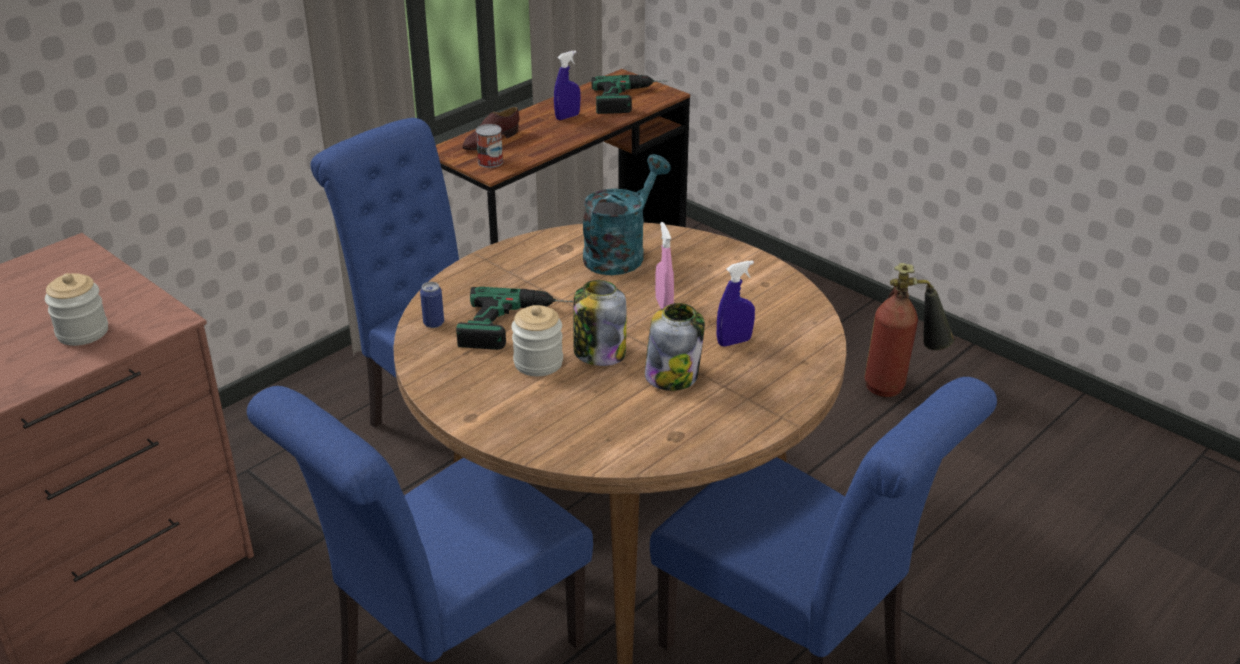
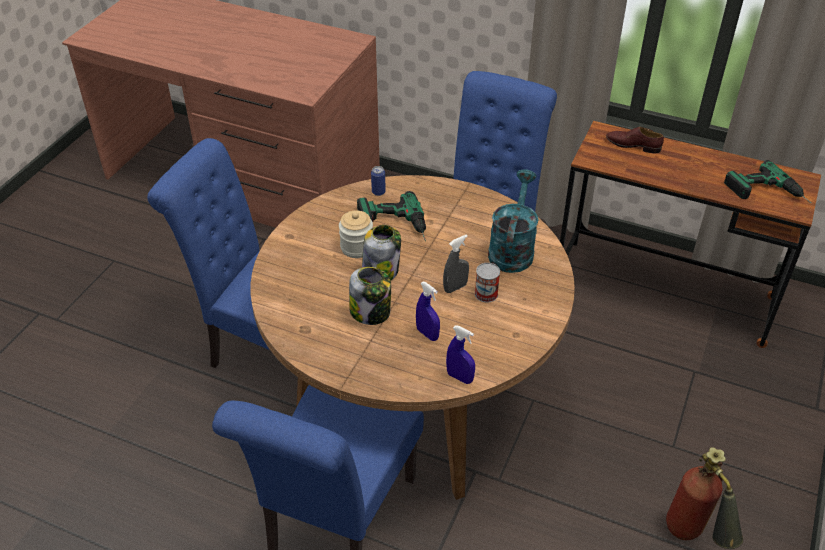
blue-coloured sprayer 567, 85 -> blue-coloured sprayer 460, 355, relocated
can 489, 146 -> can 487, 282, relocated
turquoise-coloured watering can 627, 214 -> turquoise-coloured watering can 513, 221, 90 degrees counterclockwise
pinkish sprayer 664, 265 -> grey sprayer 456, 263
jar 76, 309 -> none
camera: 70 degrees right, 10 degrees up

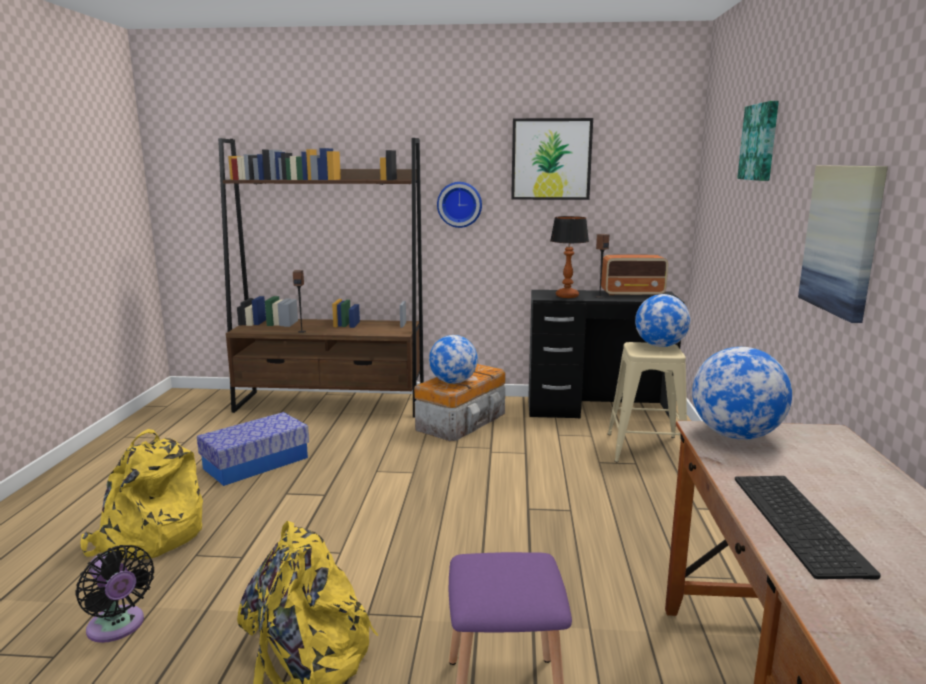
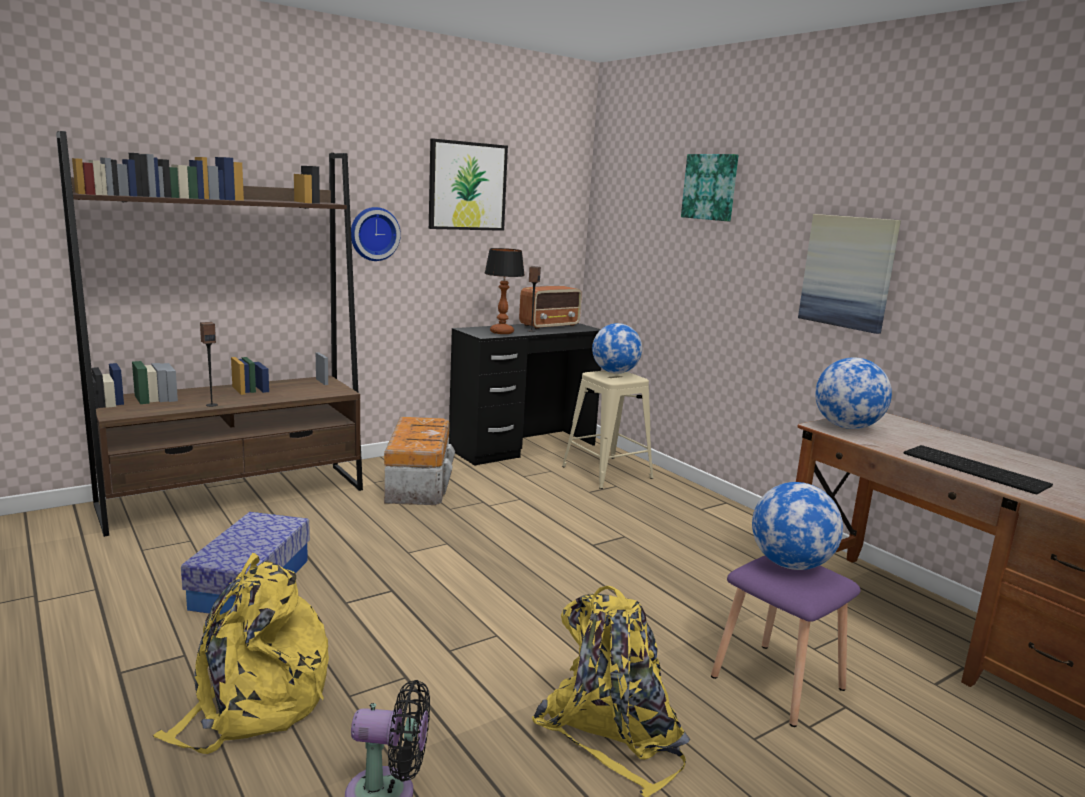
world globe 453, 359 -> world globe 797, 526, relocated
camera: 40 degrees left, 0 degrees up

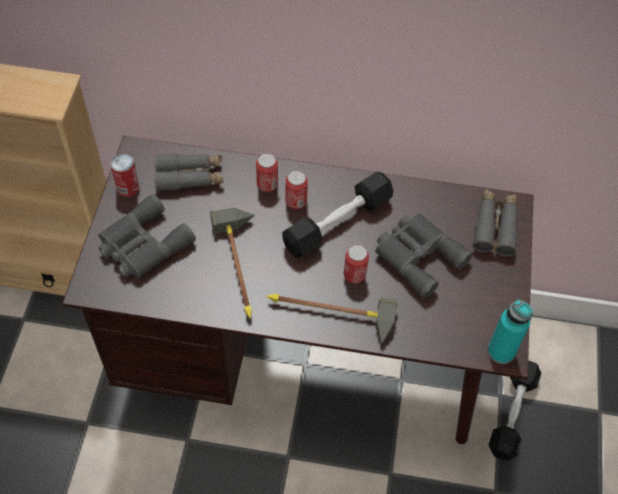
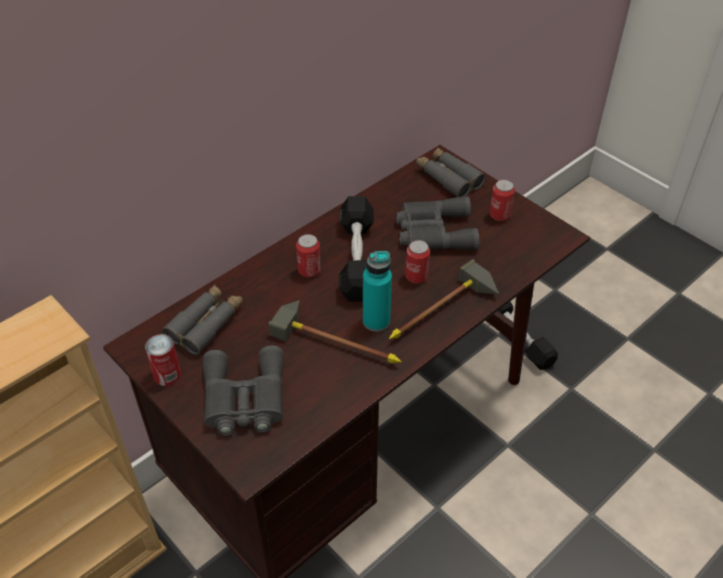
can 267, 172 -> can 502, 200, relocated
turquoise-coloured beverage bottle 510, 332 -> turquoise-coloured beverage bottle 377, 291, relocated
camera: 50 degrees left, 10 degrees down

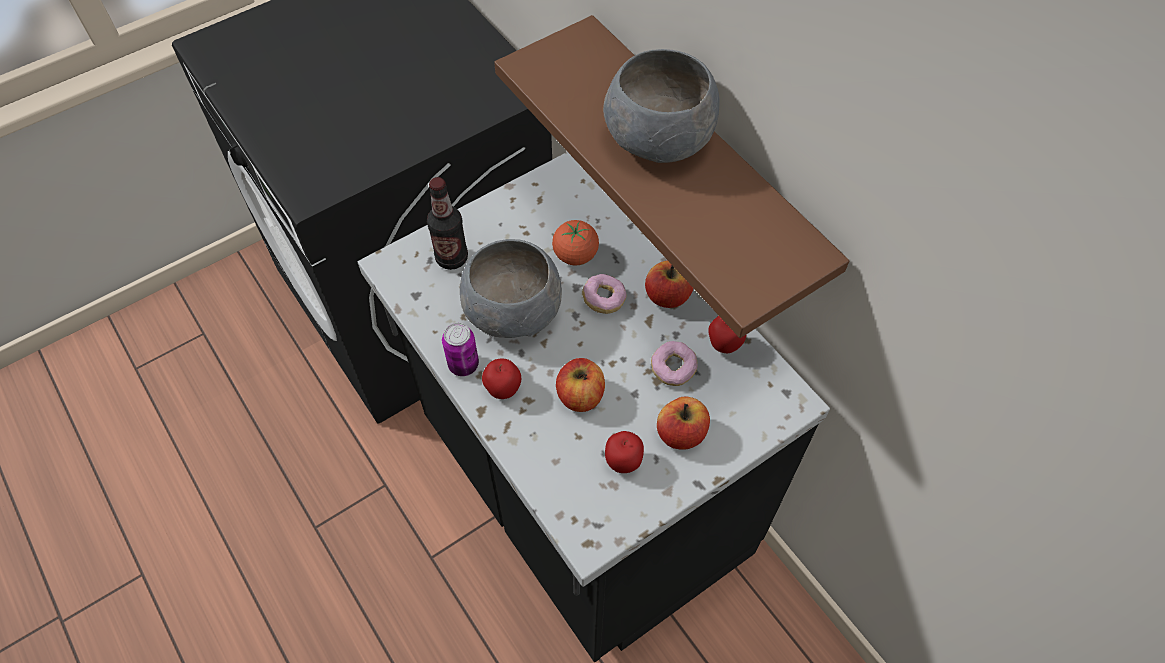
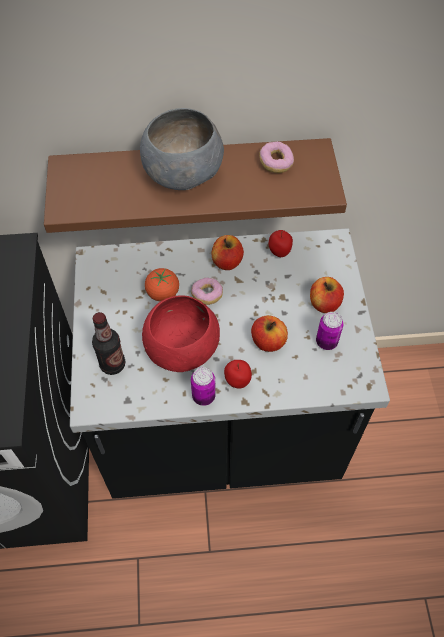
grey serving bowl 511, 288 -> red serving bowl 181, 333
doughnut 674, 363 -> doughnut 276, 157, relocated
apple fruit 624, 452 -> can 329, 331
camera: 60 degrees left, 0 degrees up

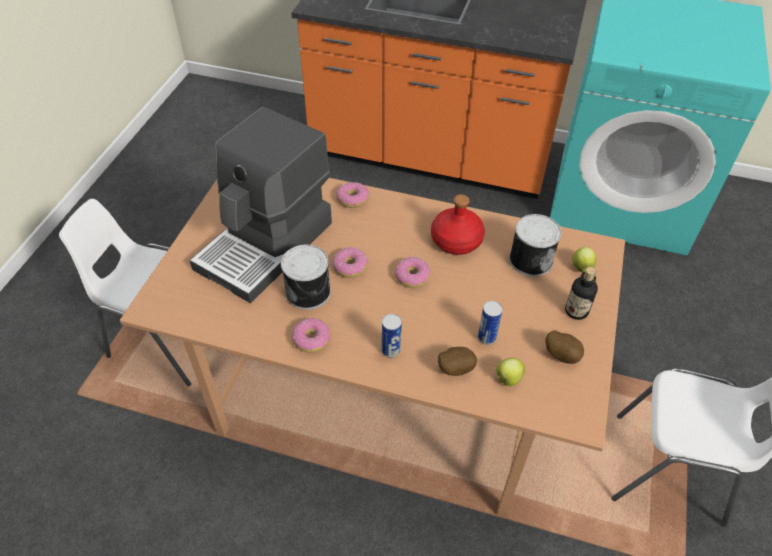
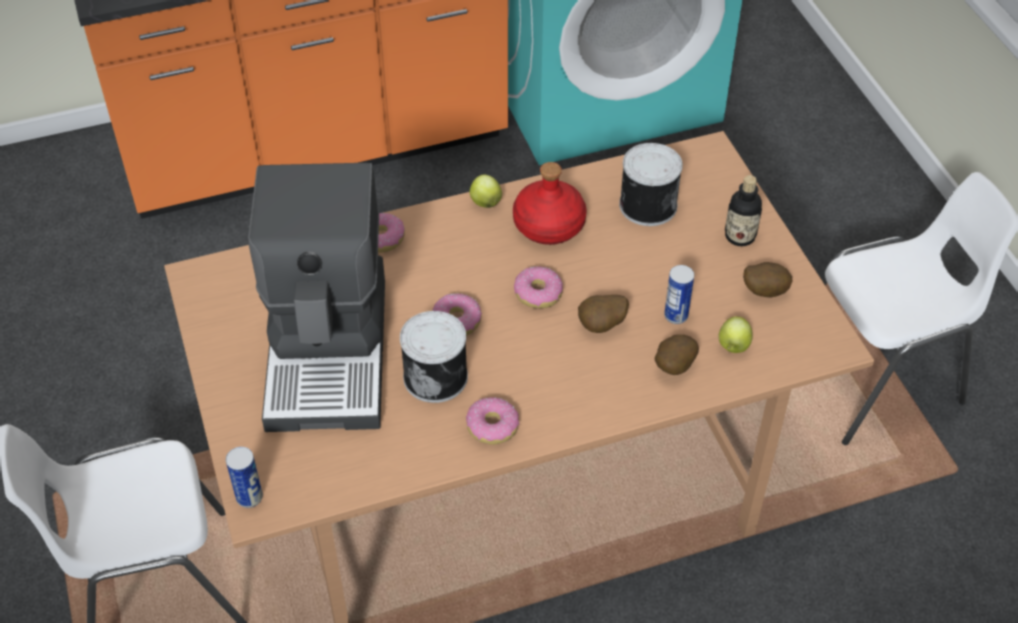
apple fruit 584, 259 -> apple fruit 485, 191, relocated
can 392, 336 -> can 244, 477, relocated
none -> whole potato 603, 314
camera: 35 degrees left, 0 degrees up

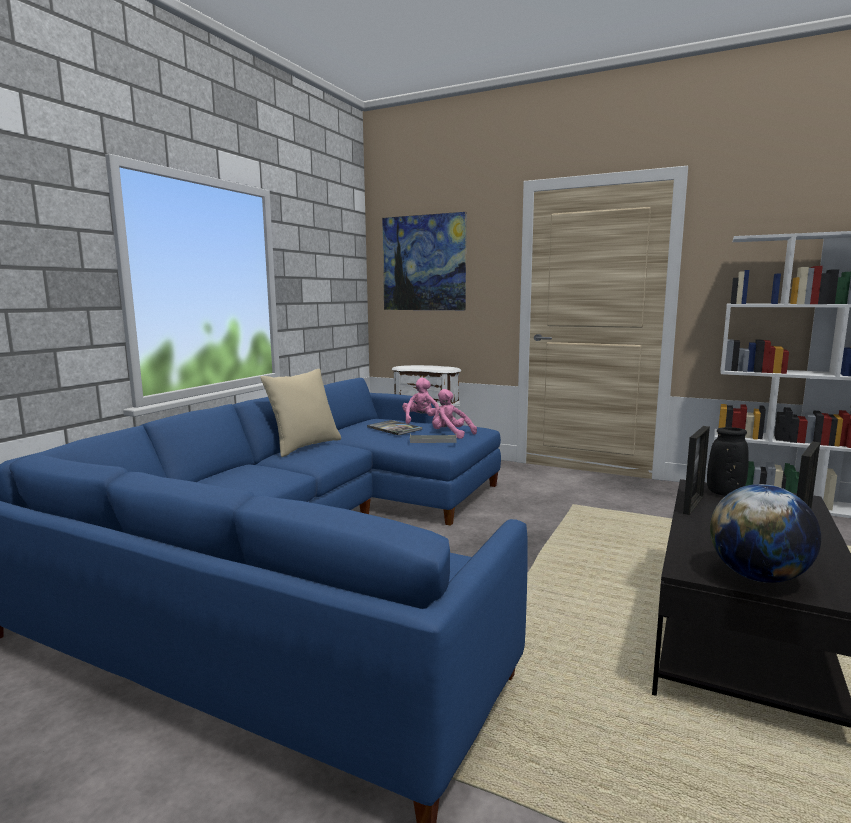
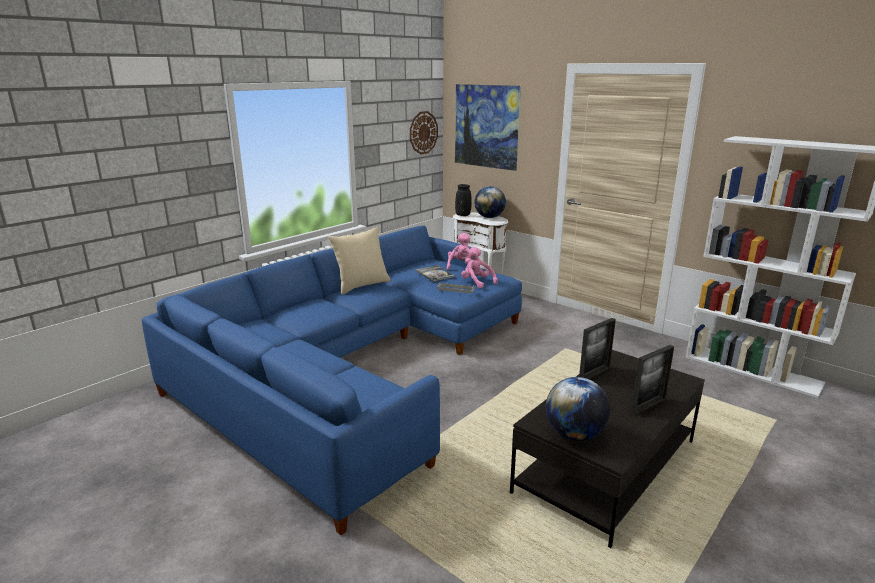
black-coloured flower vase 728, 461 -> black-coloured flower vase 463, 200, relocated
none -> clock on the wall 424, 132
none -> world globe 490, 202
camera: 15 degrees right, 10 degrees up

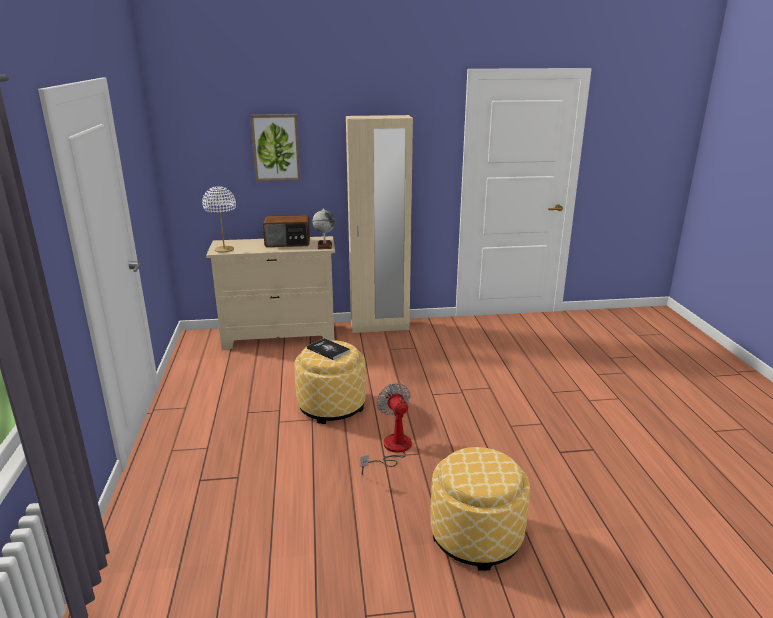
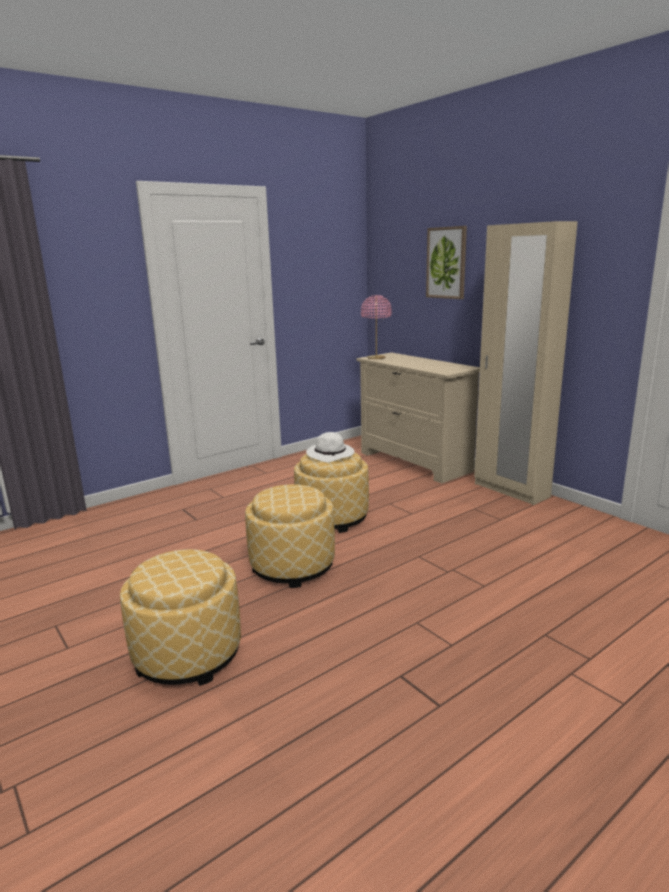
white lamp for a table 219, 219 -> pinkish lamp for a table 376, 327
world globe 323, 228 -> none
radio set 286, 231 -> none
book 328, 349 -> white clothing hat 330, 447
cooling fan 386, 429 -> pouffe 290, 536
camera: 60 degrees right, 5 degrees down

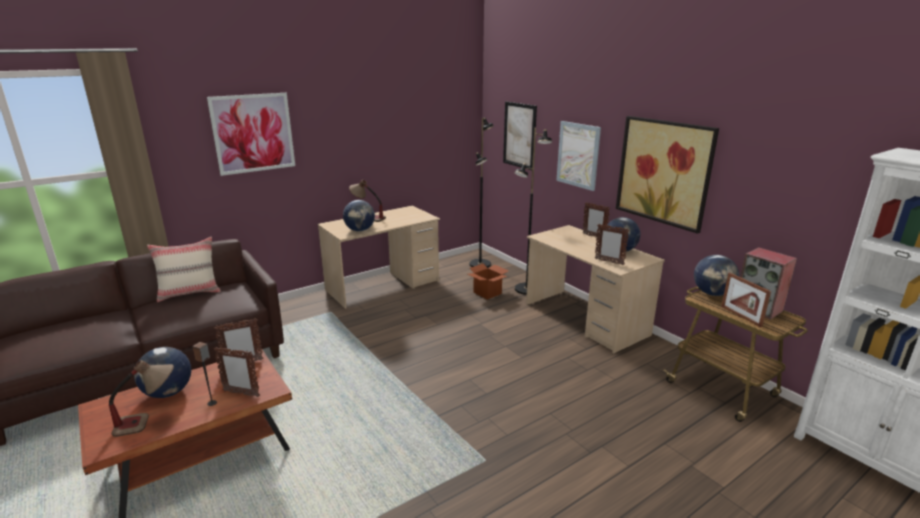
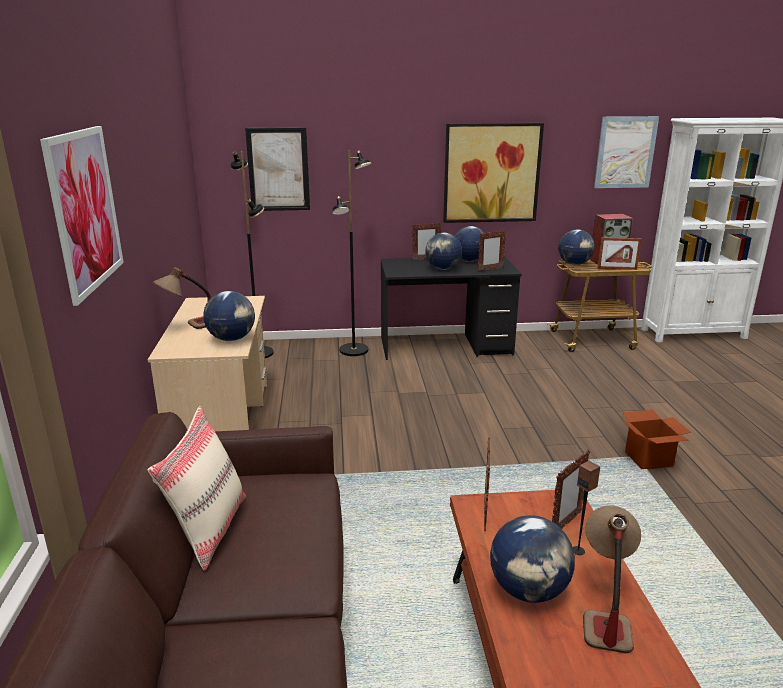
wall picture 578, 156 -> wall picture 626, 152, relocated
beige-coloured desk 595, 289 -> black-coloured desk 451, 308
packing box 488, 281 -> packing box 655, 439, relocated
none -> world globe 443, 251
camera: 60 degrees left, 0 degrees up

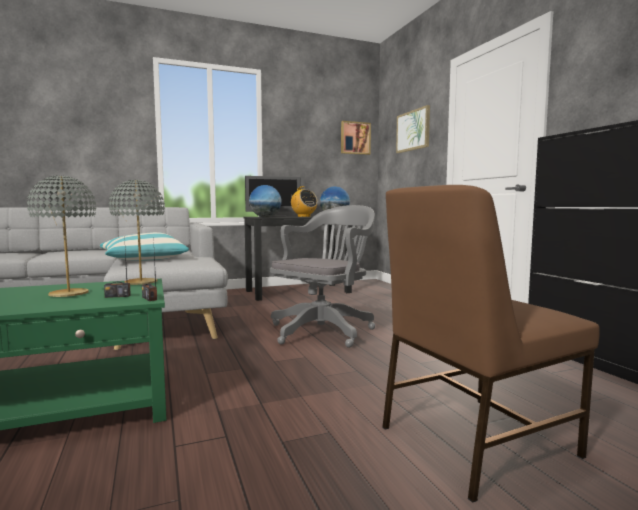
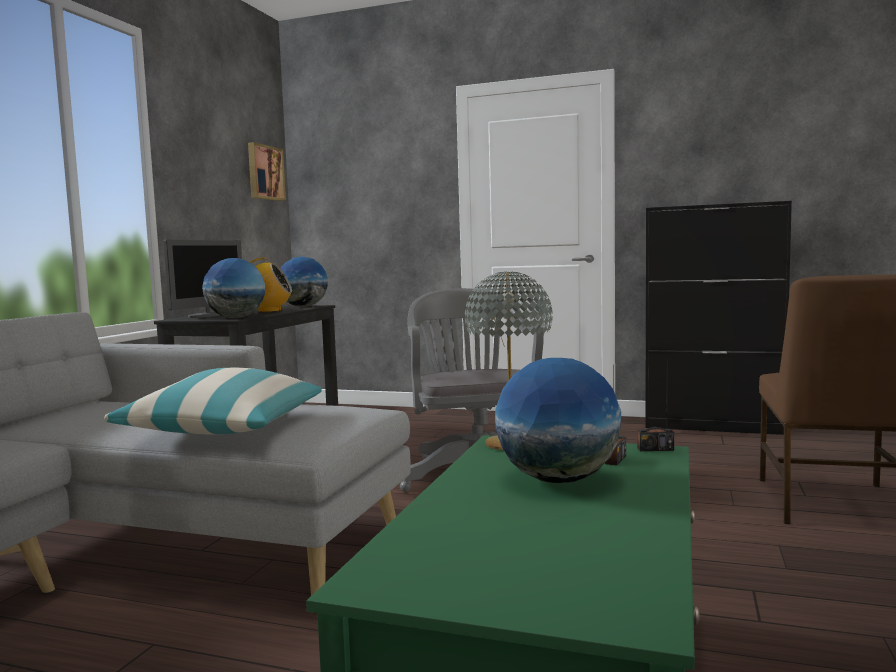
wall picture 413, 129 -> none
grey lamp for a table 61, 236 -> world globe 558, 420
camera: 50 degrees left, 0 degrees up

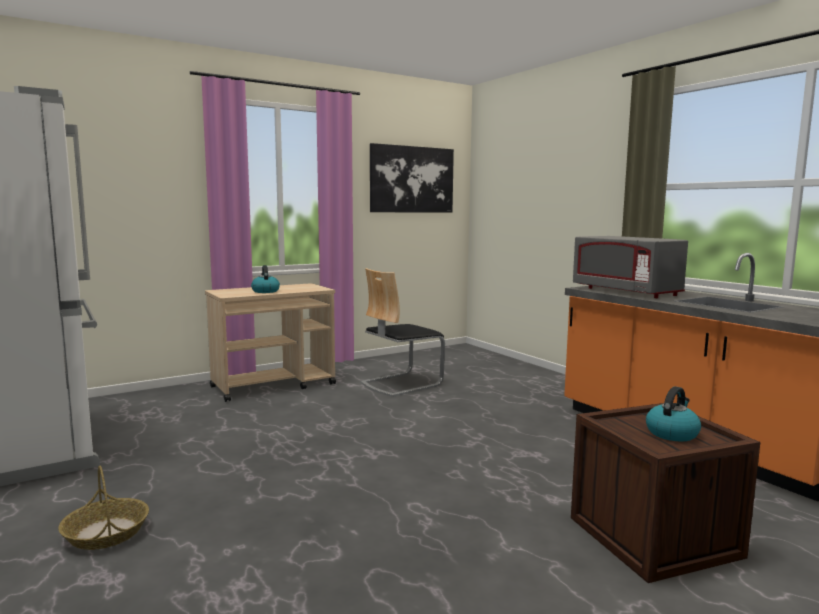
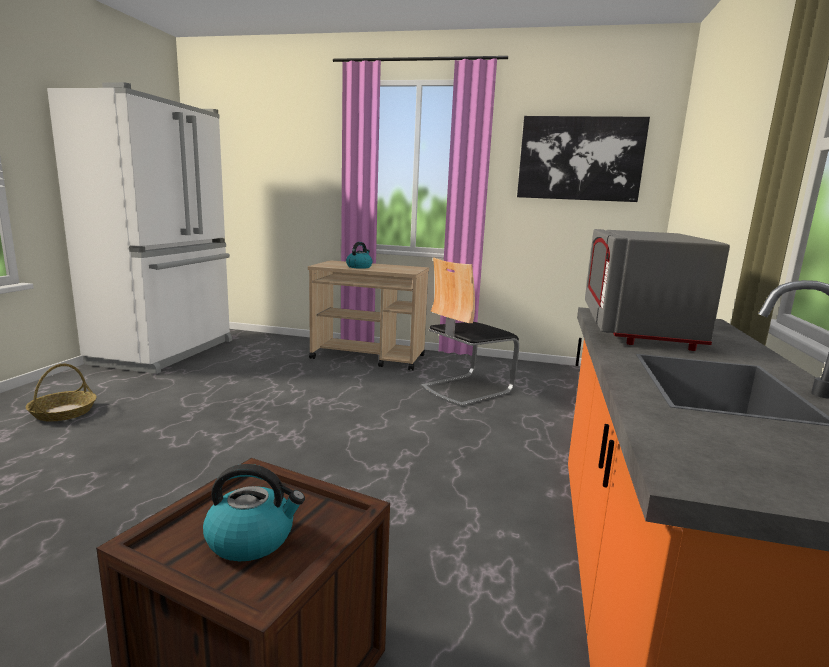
upright chair 403, 332 -> upright chair 470, 332, 45 degrees counterclockwise
camera: 45 degrees right, 5 degrees up

